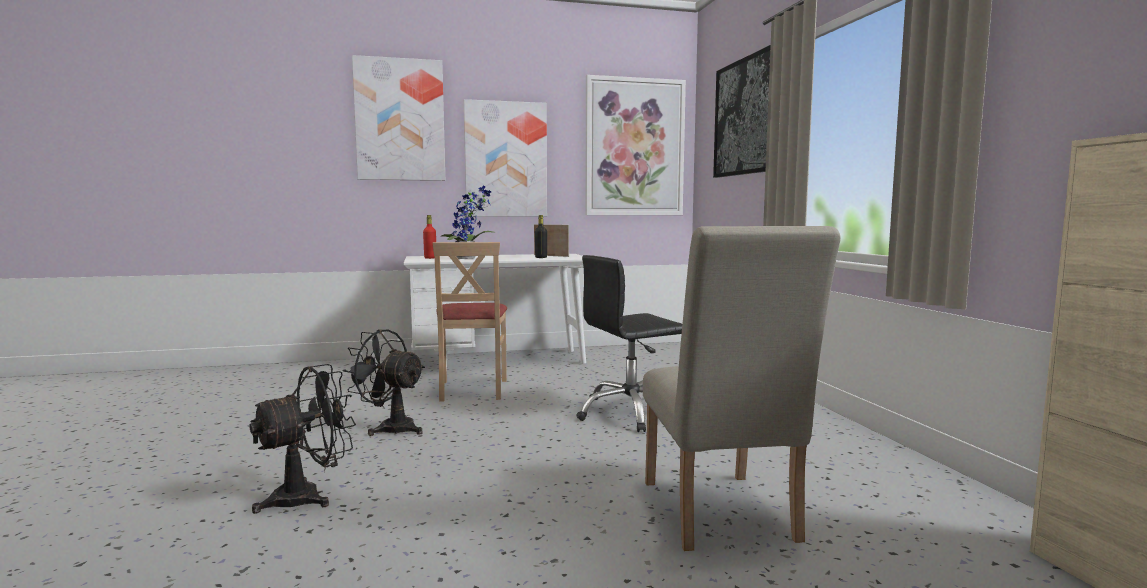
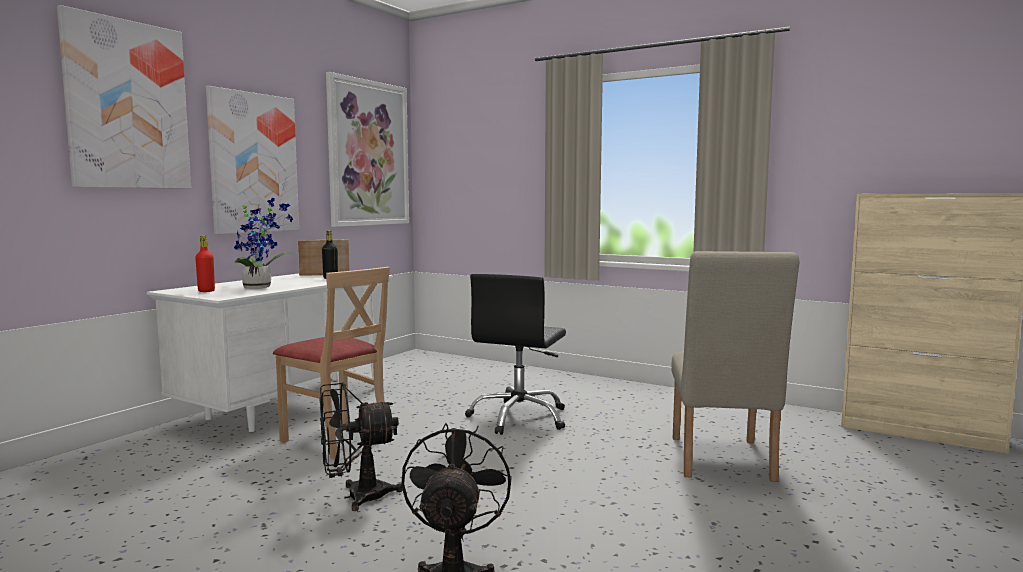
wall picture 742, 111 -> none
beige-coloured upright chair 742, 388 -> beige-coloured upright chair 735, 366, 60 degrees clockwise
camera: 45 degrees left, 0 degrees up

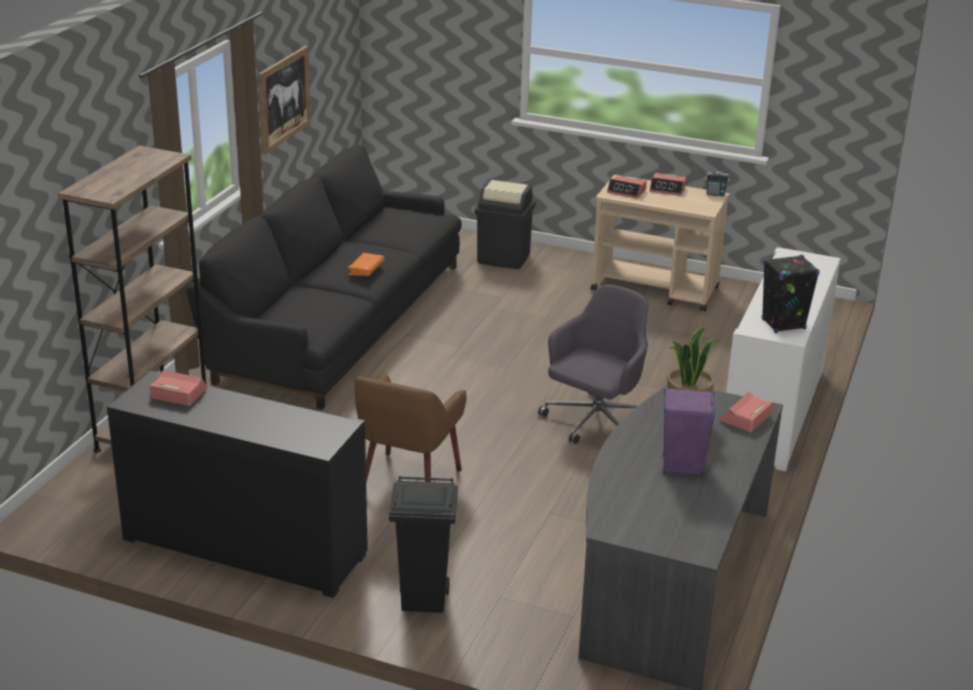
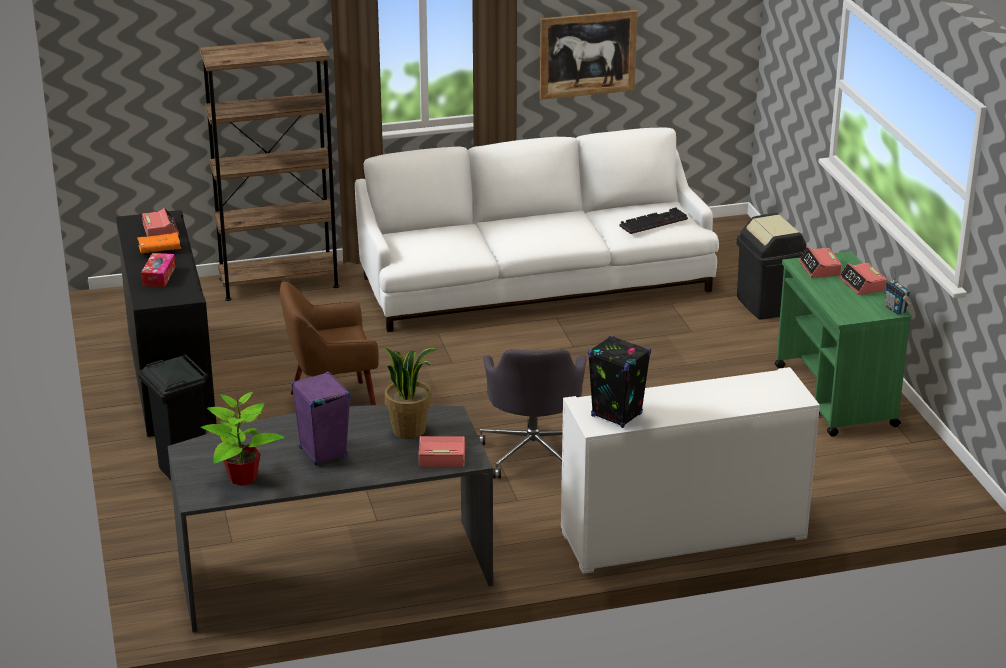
black-coloured couch 324, 277 -> white couch 537, 230
beige-coloured cart 660, 243 -> green-coloured cart 843, 344
orange book 366, 264 -> orange book 159, 242, relocated
grey office chair 593, 364 -> grey office chair 532, 414, 90 degrees clockwise
none -> computer keyboard 653, 221
none -> box of tissues 158, 270
none -> plant in a pot 242, 439
camera: 55 degrees right, 0 degrees up

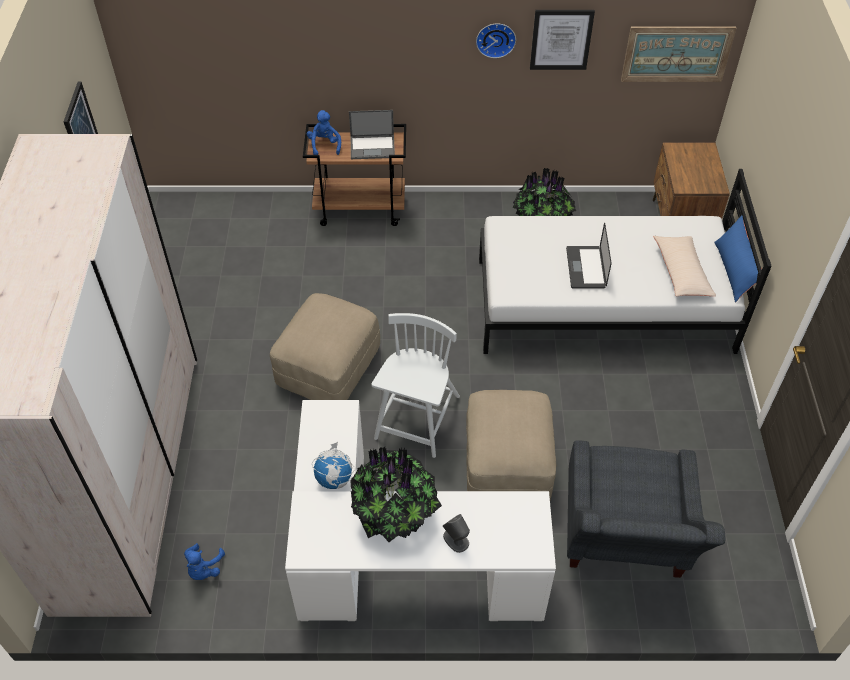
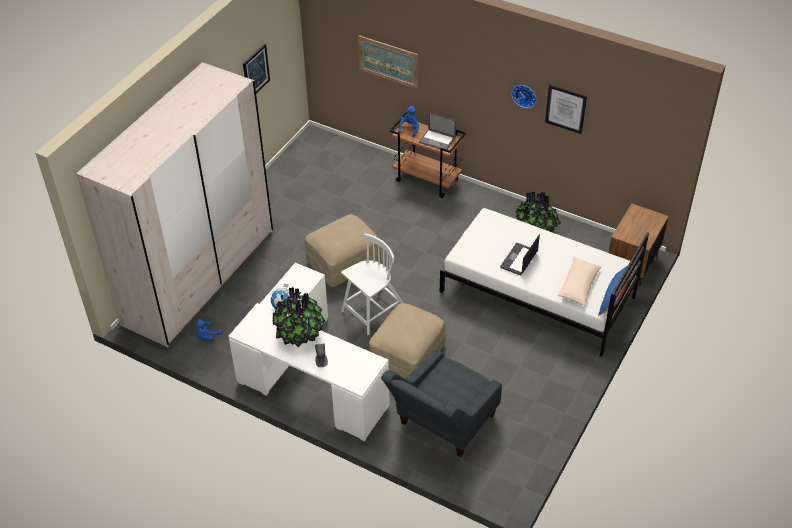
wall picture 678, 54 -> wall picture 388, 62, relocated
camera: 30 degrees right, 5 degrees down

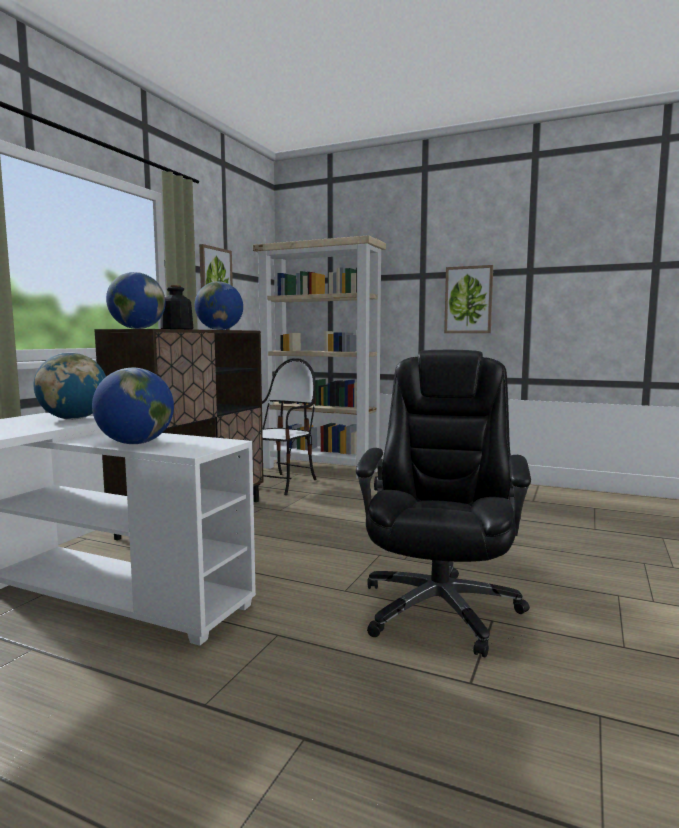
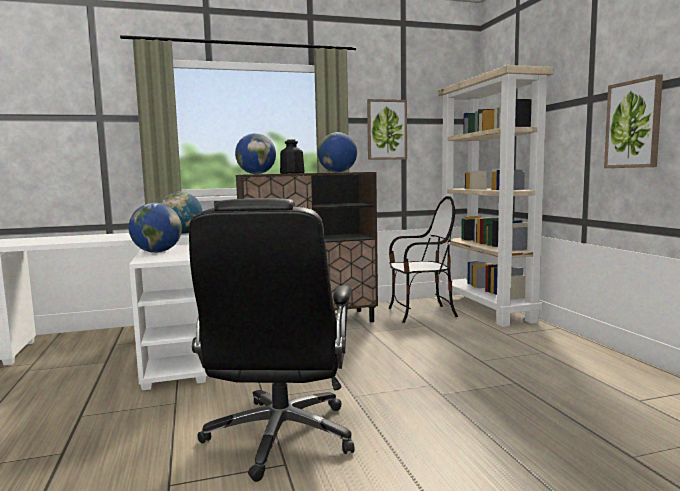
black-coloured office chair 443, 504 -> black-coloured office chair 272, 340, 120 degrees clockwise
camera: 50 degrees right, 0 degrees up

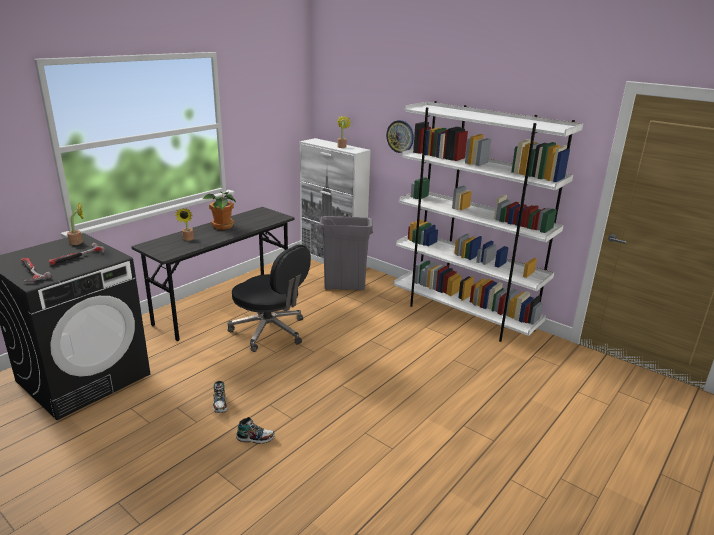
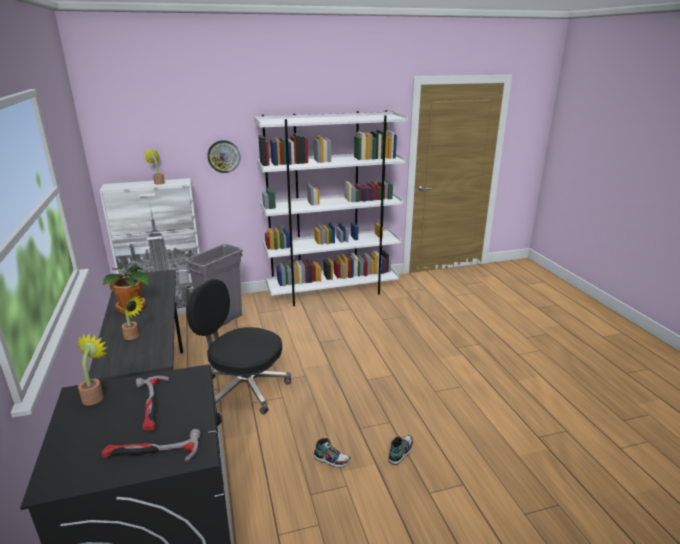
black-coloured office chair 269, 298 -> black-coloured office chair 238, 347, 135 degrees counterclockwise
camera: 55 degrees left, 0 degrees up

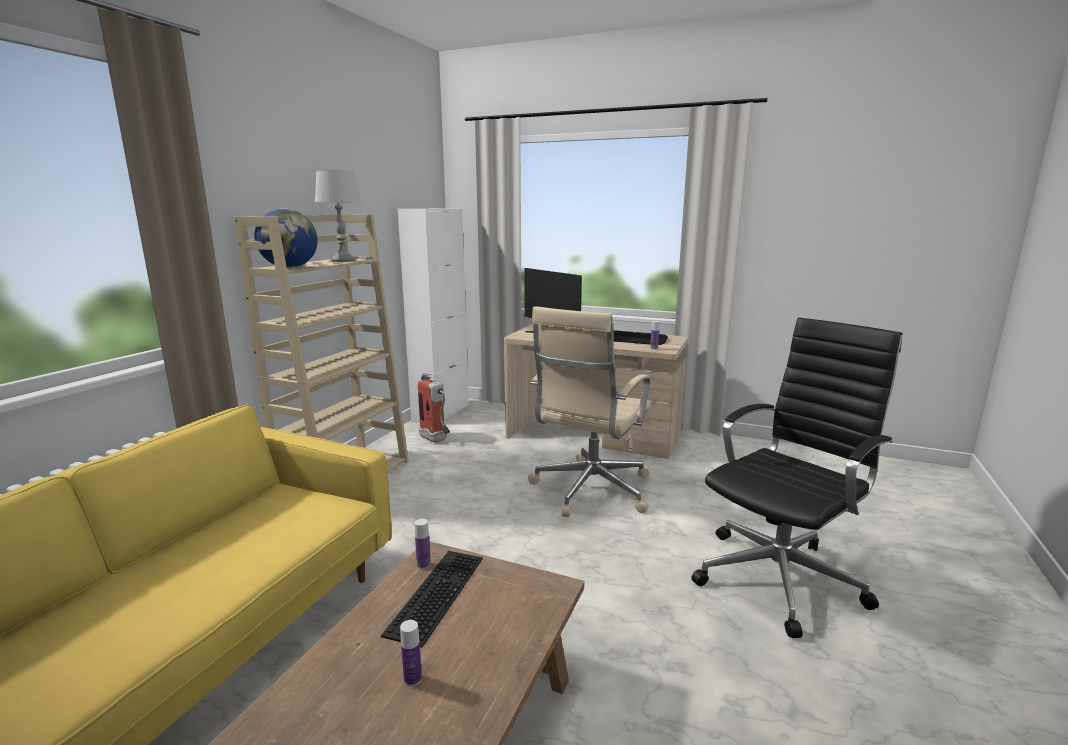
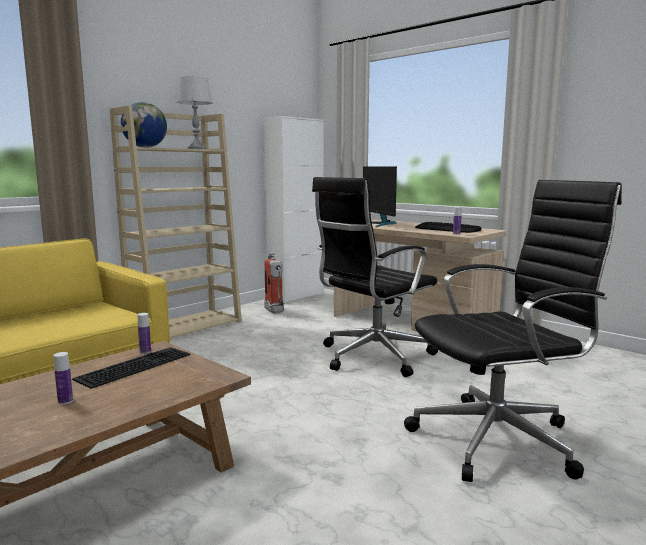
beige-coloured office chair 589, 411 -> black-coloured office chair 375, 277
camera: 20 degrees right, 5 degrees down

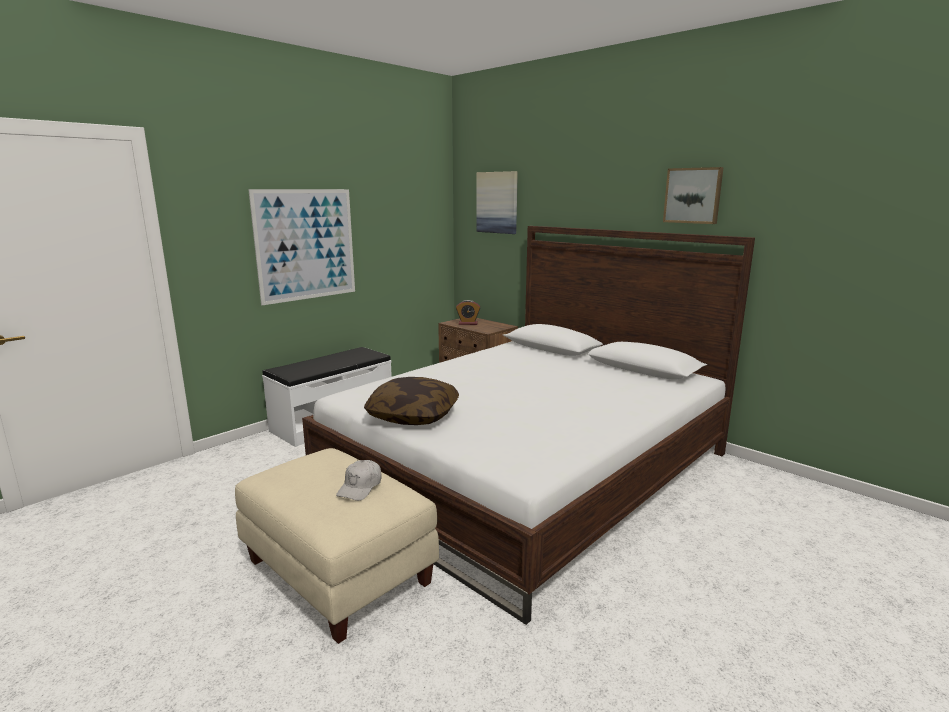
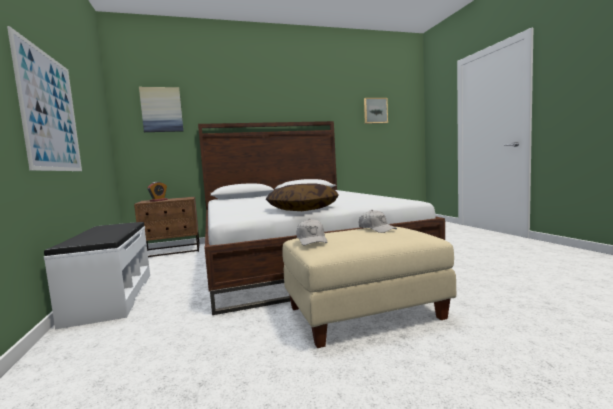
wall picture 693, 195 -> wall picture 376, 111, relocated
none -> white peaked cap 311, 232
camera: 60 degrees left, 10 degrees down

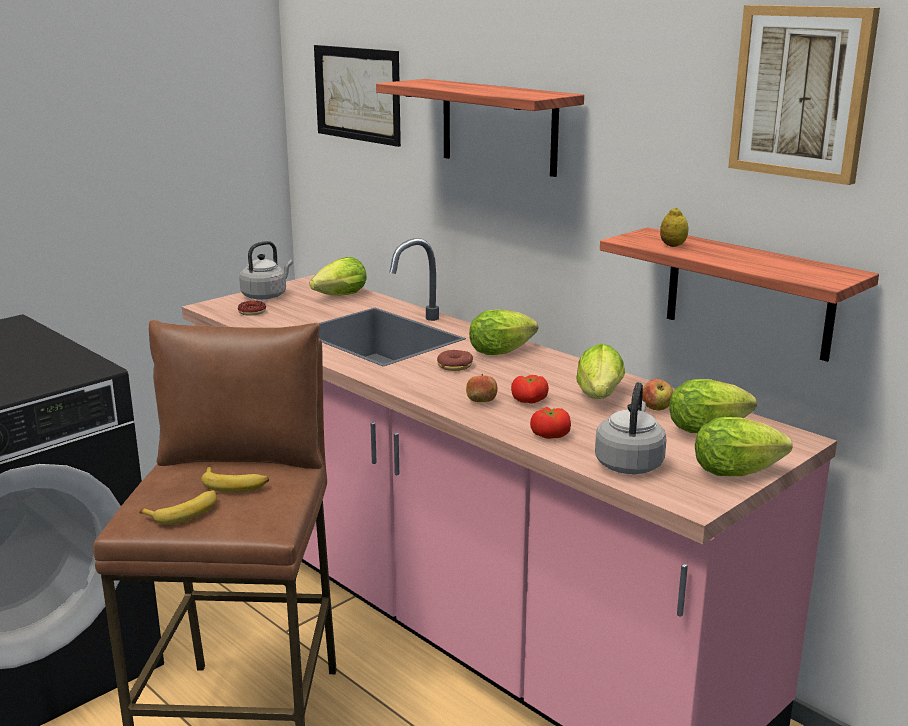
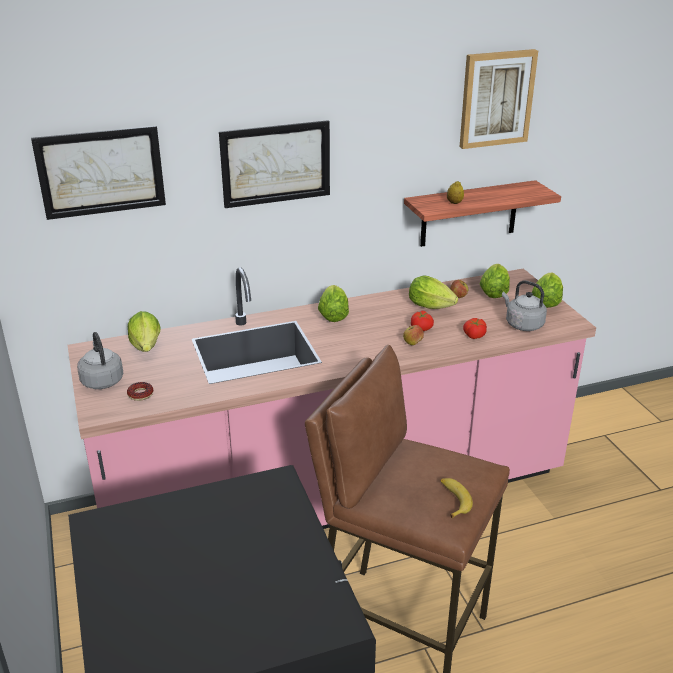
bracket shelf 480, 128 -> wall picture 274, 164
doughnut 455, 360 -> none
banana 235, 480 -> none
camera: 65 degrees left, 10 degrees up

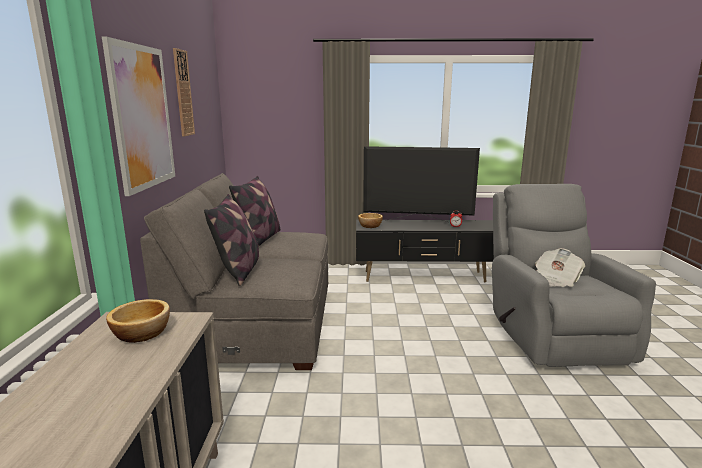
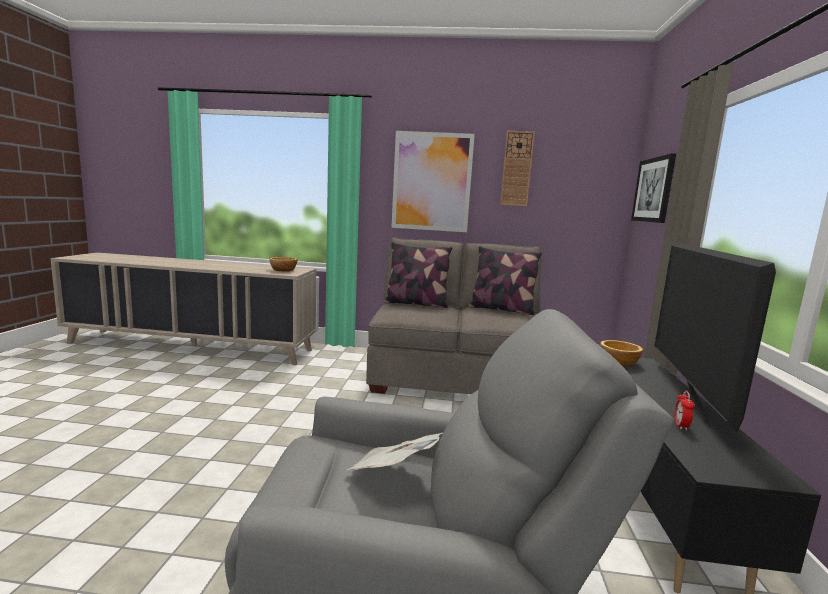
none -> wall picture 653, 188
camera: 95 degrees right, 5 degrees down

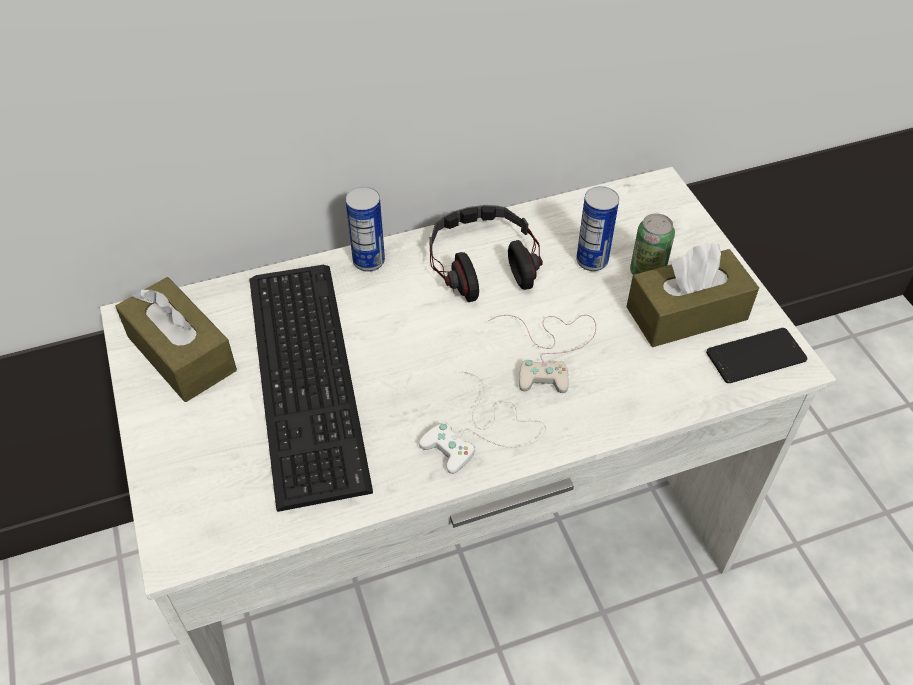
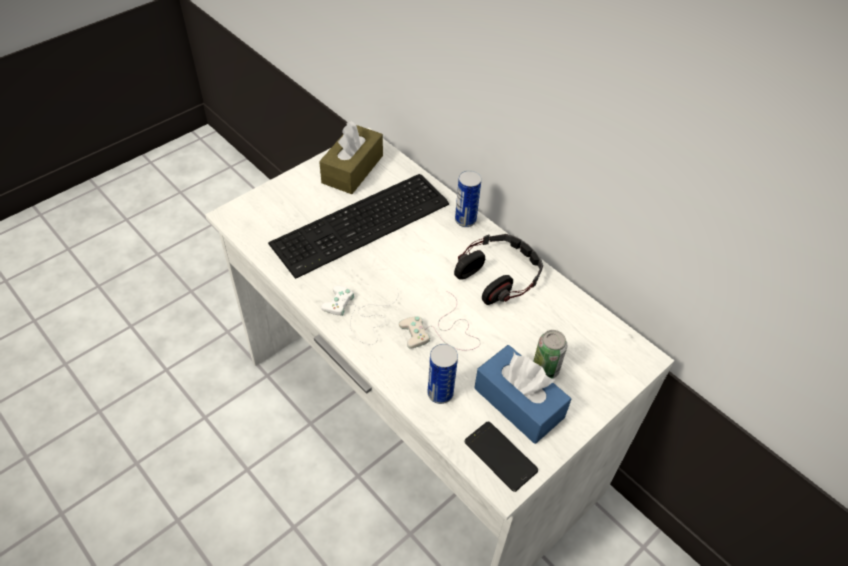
can 597, 228 -> can 442, 374, relocated
brown box of tissues 692, 294 -> blue-coloured box of tissues 522, 394
camera: 65 degrees right, 0 degrees up

